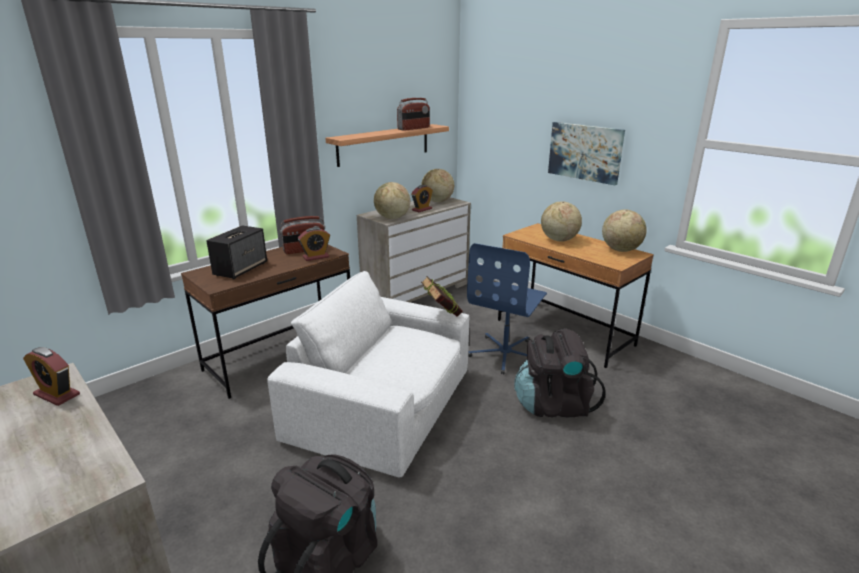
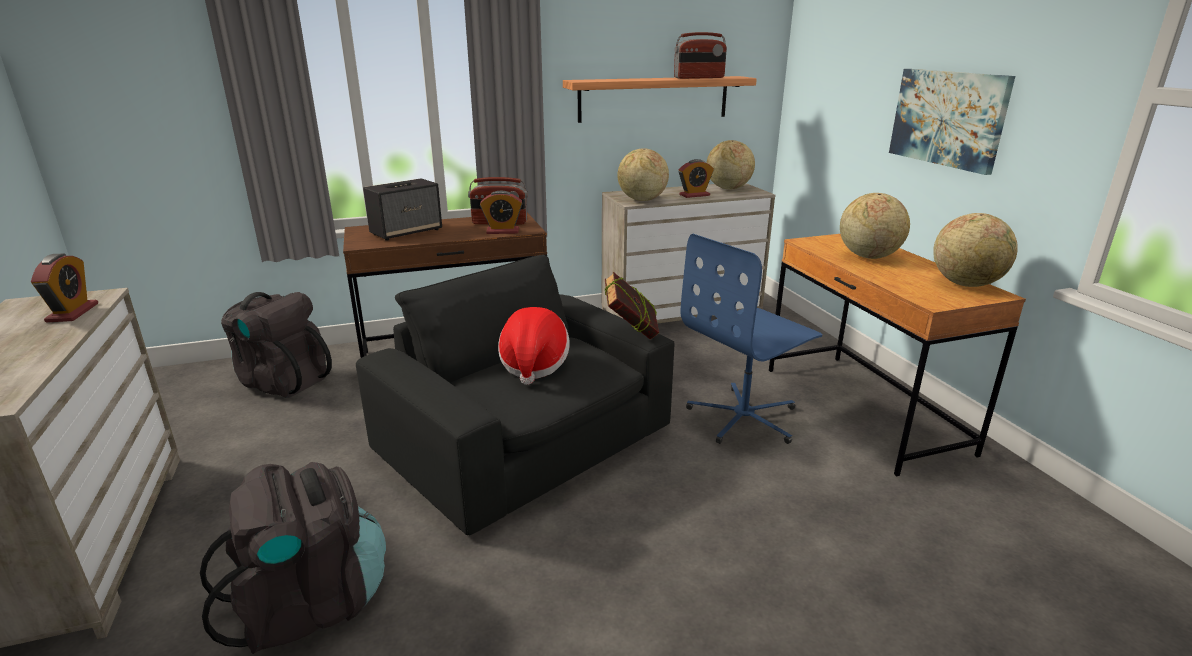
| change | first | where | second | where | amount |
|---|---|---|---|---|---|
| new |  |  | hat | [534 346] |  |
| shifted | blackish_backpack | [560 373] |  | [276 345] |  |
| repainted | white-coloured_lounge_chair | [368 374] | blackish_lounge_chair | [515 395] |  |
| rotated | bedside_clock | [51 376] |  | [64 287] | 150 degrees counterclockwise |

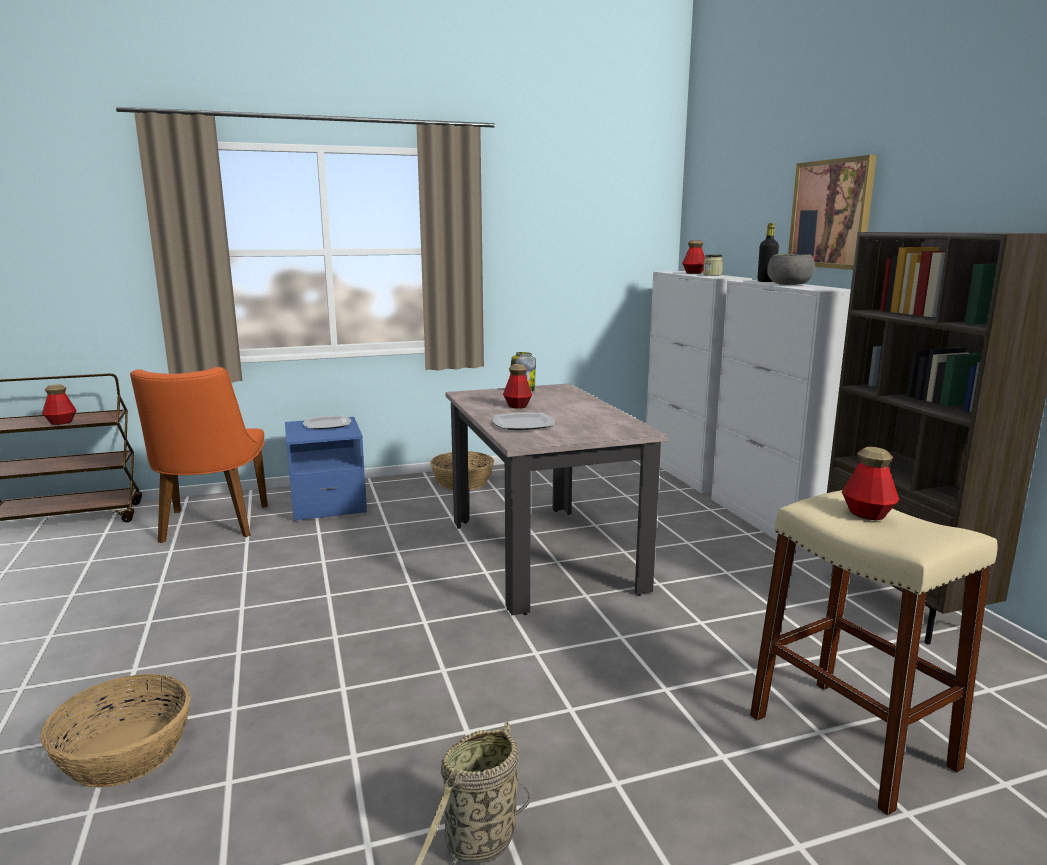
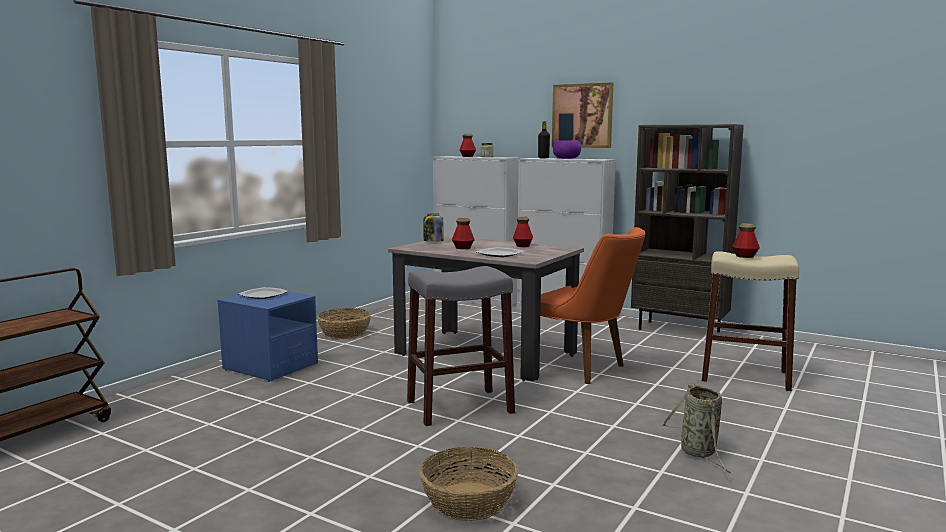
| change | first | where | second | where | amount |
|---|---|---|---|---|---|
| new |  |  | gray_stool_seat | [461 346] |  |
| shifted | beverage_bottle | [59 404] |  | [523 231] |  |
| shifted | orange_chair | [199 455] |  | [592 305] |  |
| repainted | gray_bowl | [791 269] | purple-coloured_bowl | [567 149] |  |

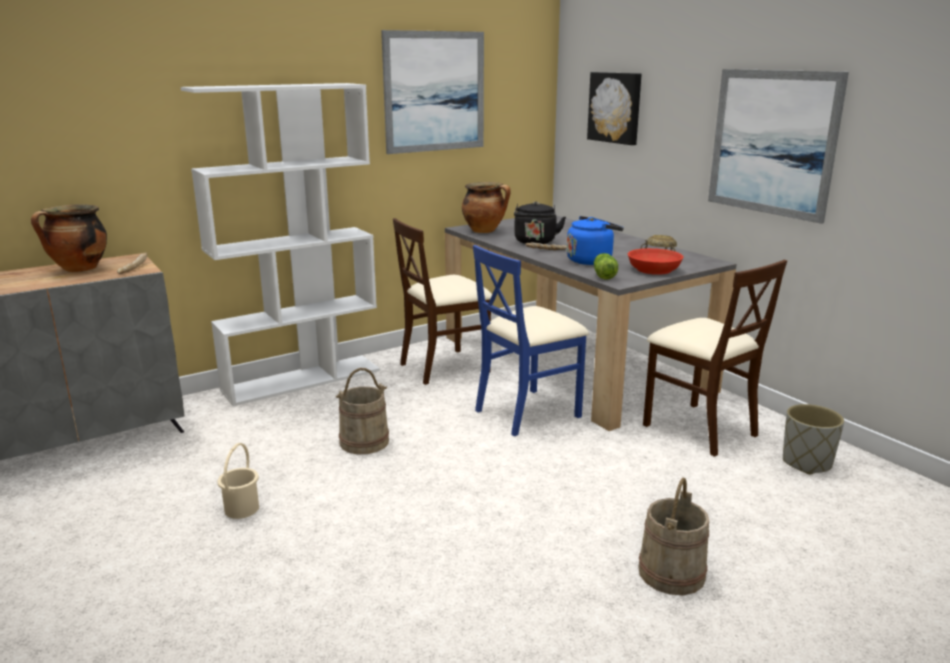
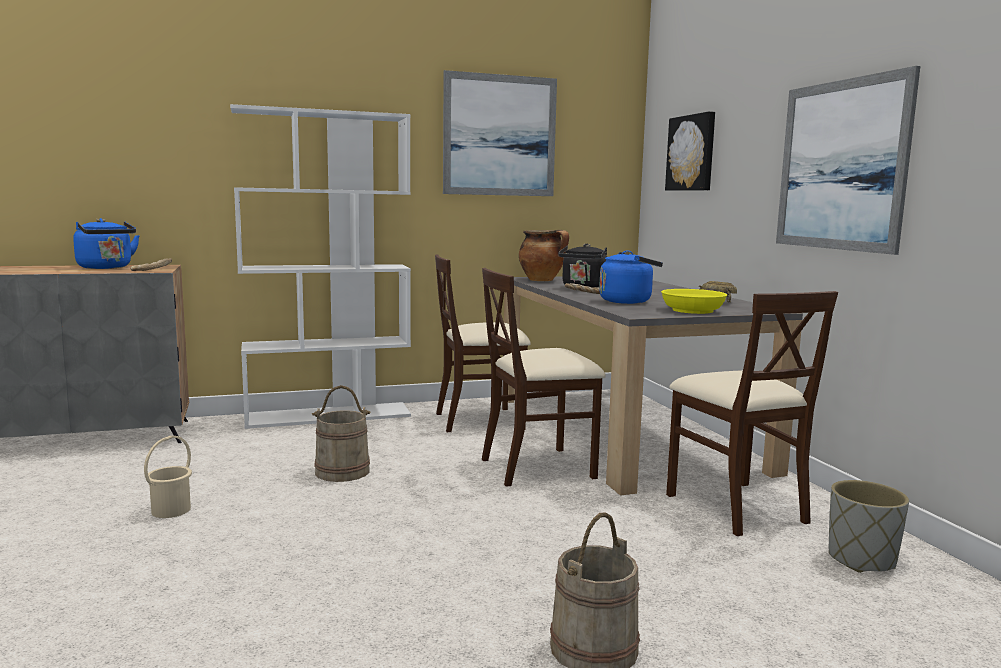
| change | first | where | second | where | amount |
|---|---|---|---|---|---|
| gone | lettuce_head | [606 266] |  |  |  |
| swapped | saucepot | [69 238] | blue-coloured_tea_kettle | [106 243] |  |
| repainted | blue-coloured_chair | [531 340] | sand-coloured_chair | [544 377] |  |
| repainted | red_bowl | [655 261] | yellow_bowl | [694 301] |  |

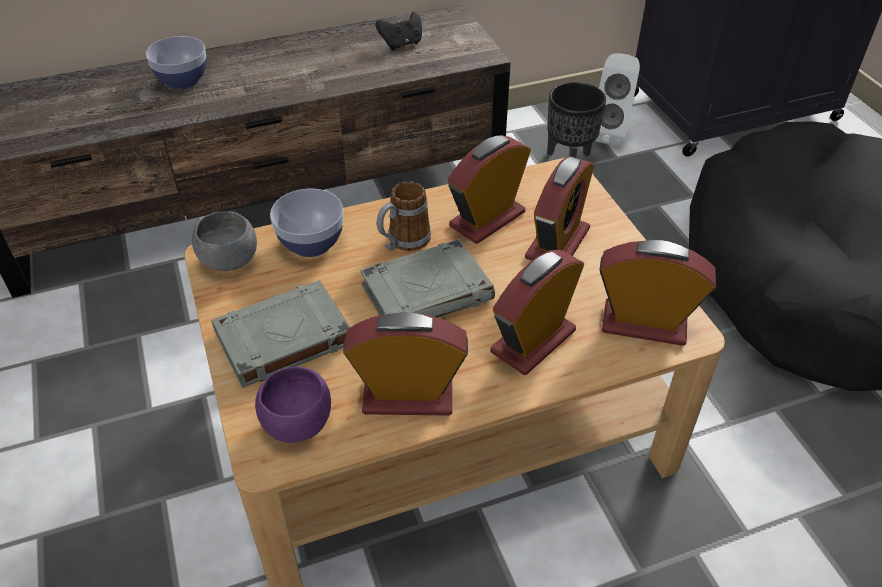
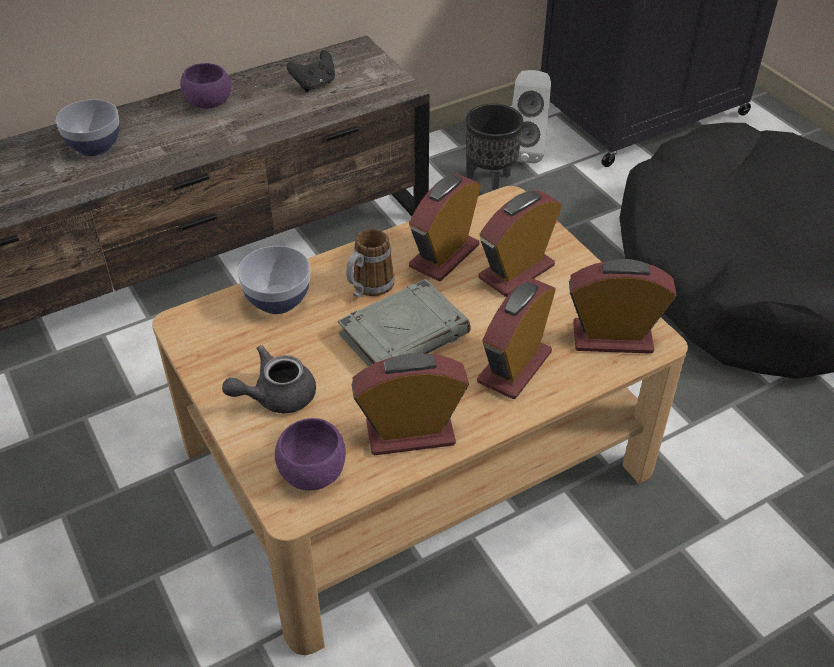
| change | first | where | second | where | amount |
|---|---|---|---|---|---|
| gone | gray_bowl | [224 241] |  |  |  |
| new |  |  | purple-coloured_bowl | [205 86] |  |
| swapped | gray_book | [281 334] | gray_teapot | [269 379] |  |
| rotated | bedside_clock | [559 208] |  | [520 243] | 150 degrees counterclockwise |

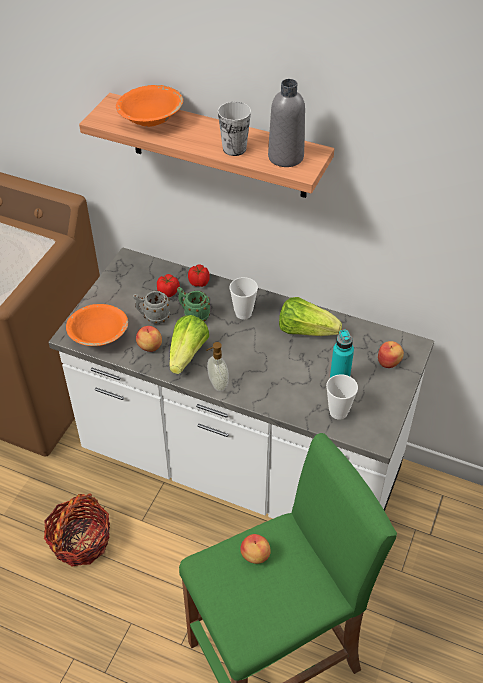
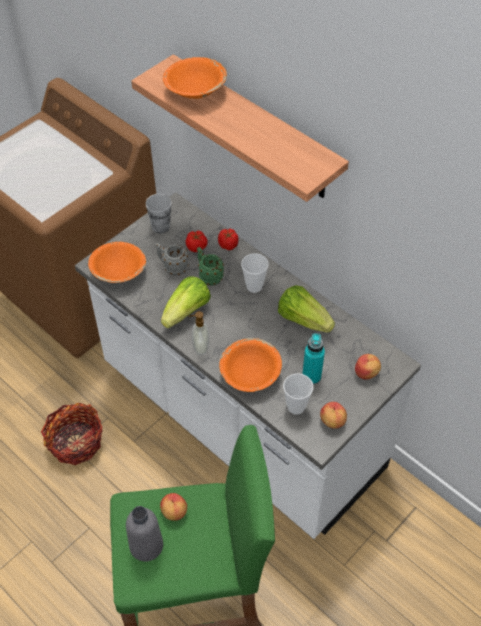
| change | first | where | second | where | amount |
|---|---|---|---|---|---|
| new |  |  | orange_bowl | [250 365] |  |
| shifted | whole_apple | [149 339] |  | [333 415] |  |
| shifted | small_cup | [234 129] |  | [158 213] |  |
| shifted | gray_beverage_bottle | [286 123] |  | [144 534] |  |

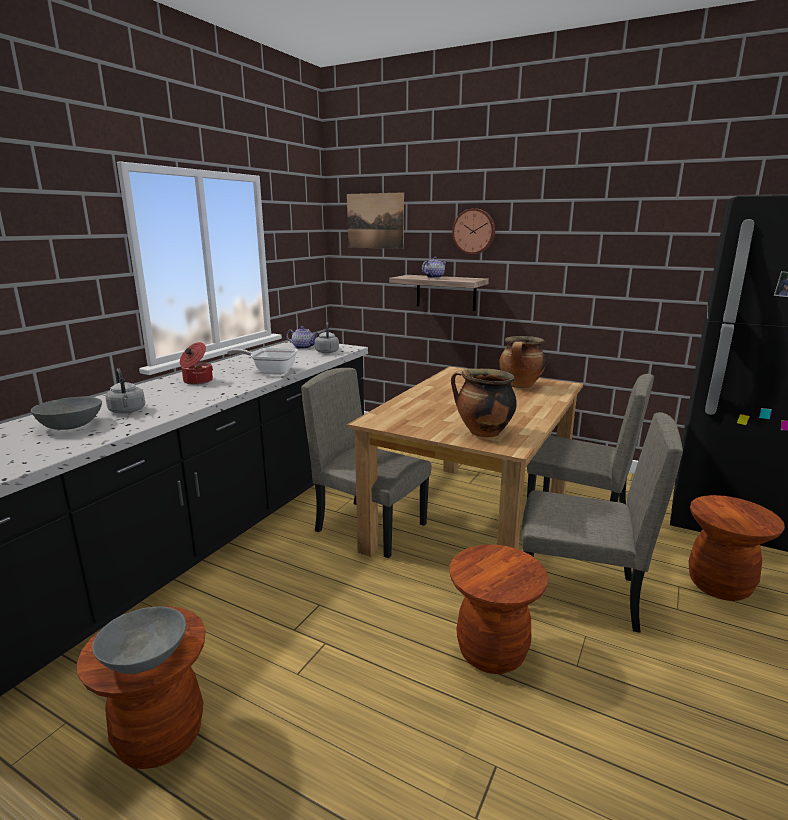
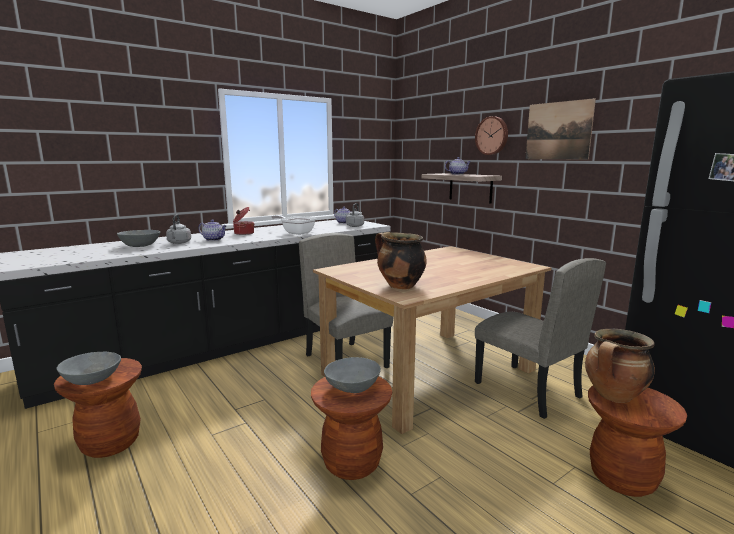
| change | first | where | second | where | amount |
|---|---|---|---|---|---|
| gone | sand-coloured_chair | [602 522] |  |  |  |
| new |  |  | teapot | [212 230] |  |
| new |  |  | gray_bowl | [352 375] |  |
| shifted | wall_art | [375 220] |  | [560 129] |  |
| shifted | saucepot | [522 362] |  | [620 366] |  |

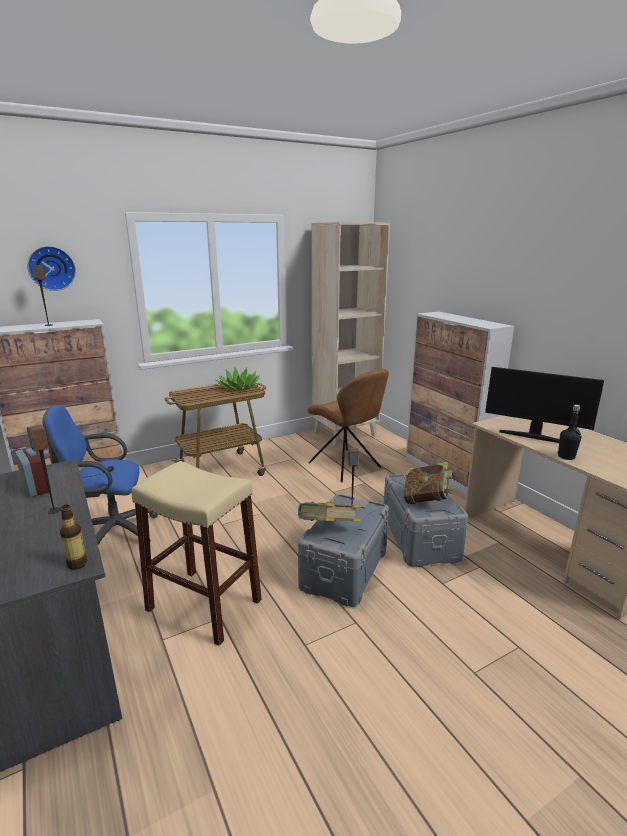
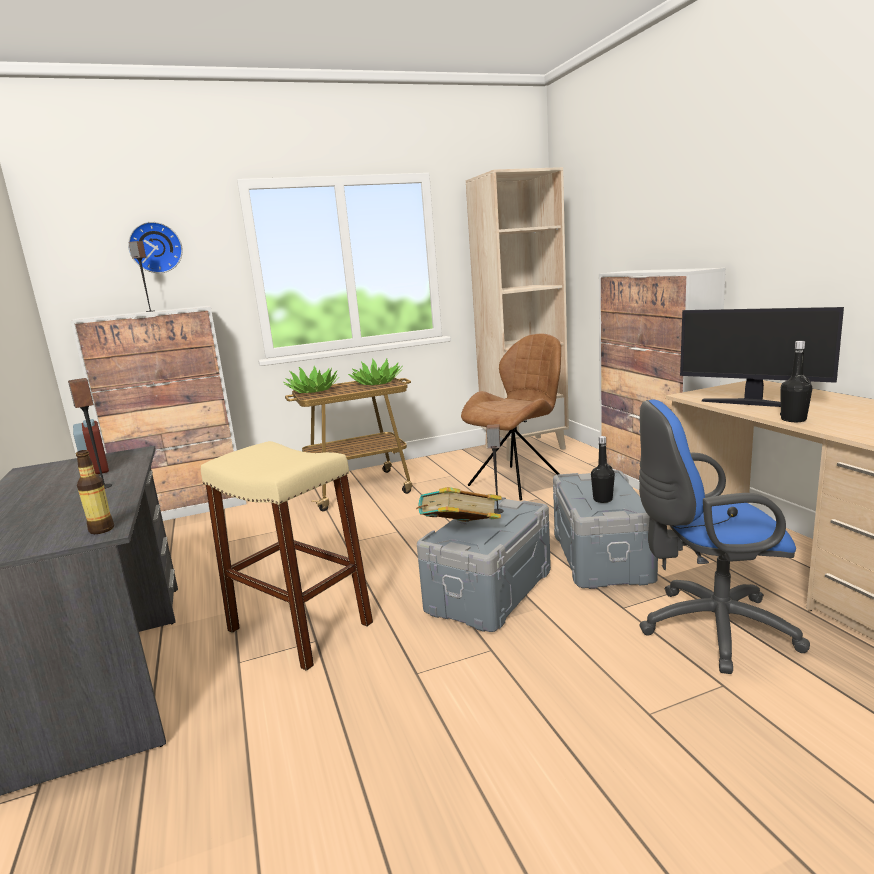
| change | first | where | second | where | amount |
|---|---|---|---|---|---|
| new |  |  | plant_in_a_pot | [311 379] |  |
| shifted | blue-coloured_computer_chair | [100 475] |  | [724 537] |  |
| swapped | book | [427 483] | blackish_beverage_bottle | [603 469] |  |
| rotated | brown_chair | [348 425] |  | [511 417] | 105 degrees counterclockwise |

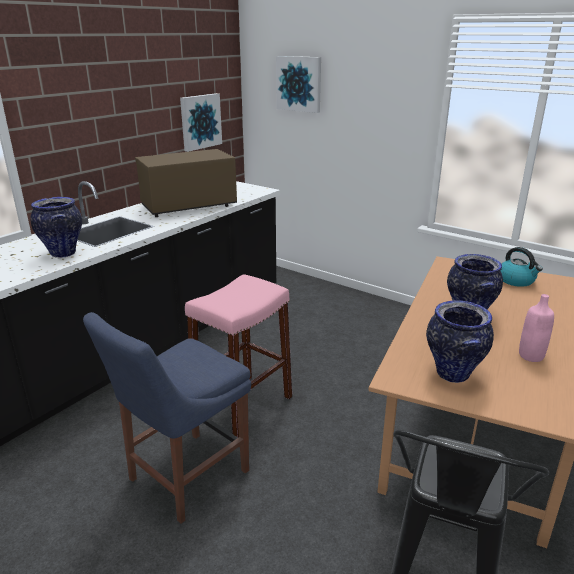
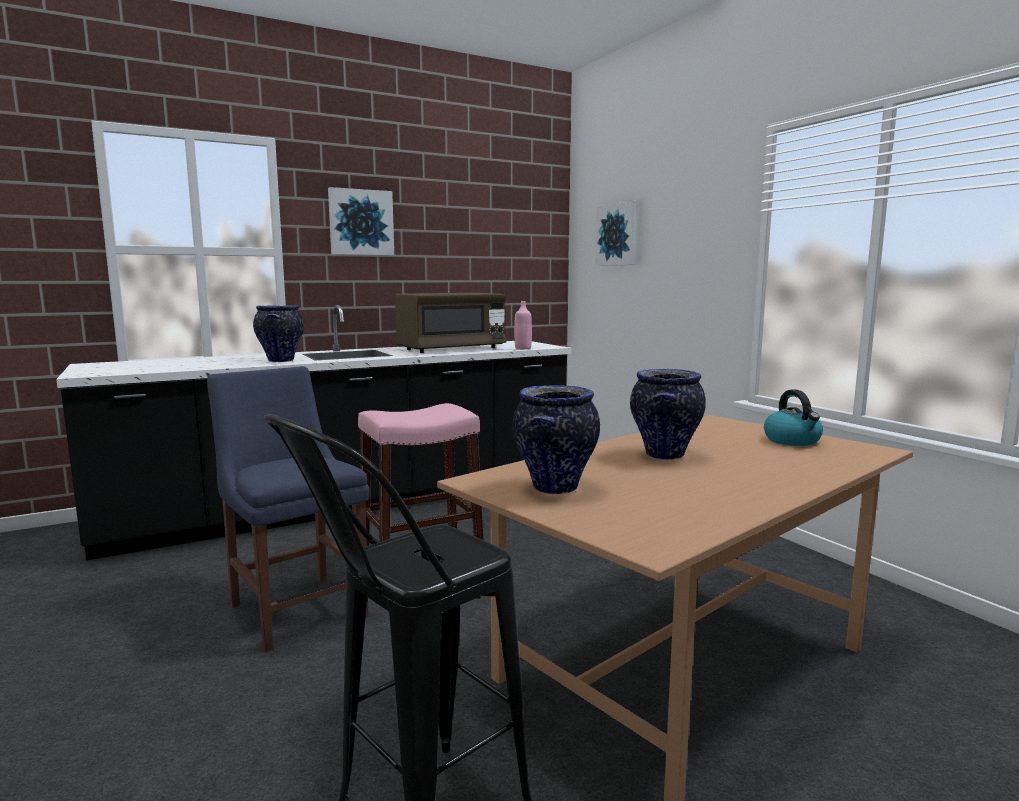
| change | first | where | second | where | amount |
|---|---|---|---|---|---|
| shifted | wall_art | [201 122] |  | [361 221] |  |
| shifted | pink_beverage_bottle | [536 328] |  | [523 325] |  |
| rotated | blue-coloured_chair | [167 418] |  | [288 509] | 75 degrees clockwise |
| rotated | brown_microwave_oven | [186 183] |  | [450 323] | 150 degrees clockwise |

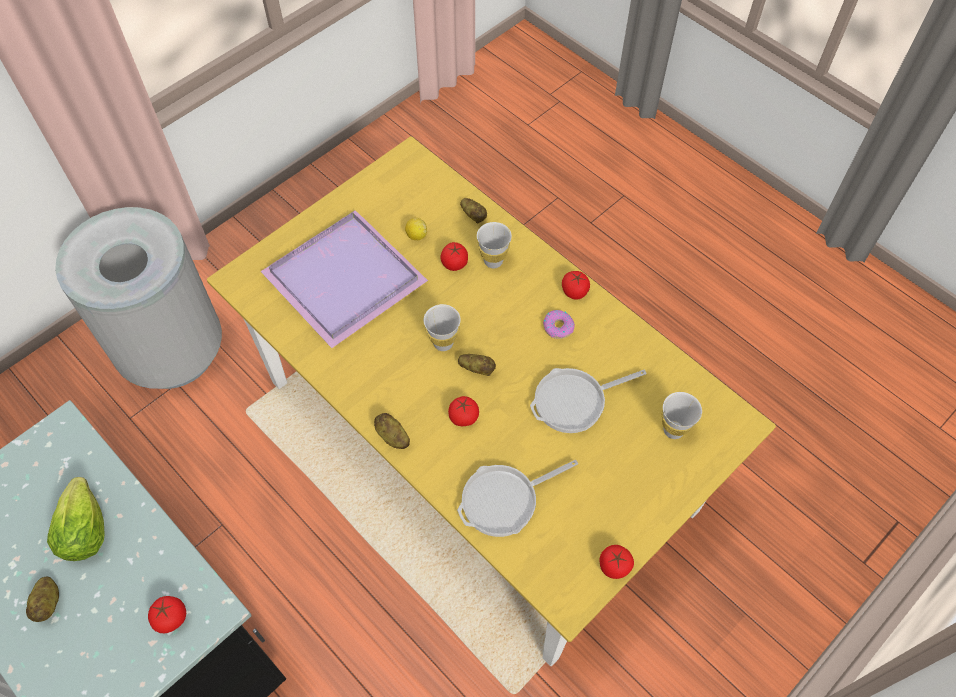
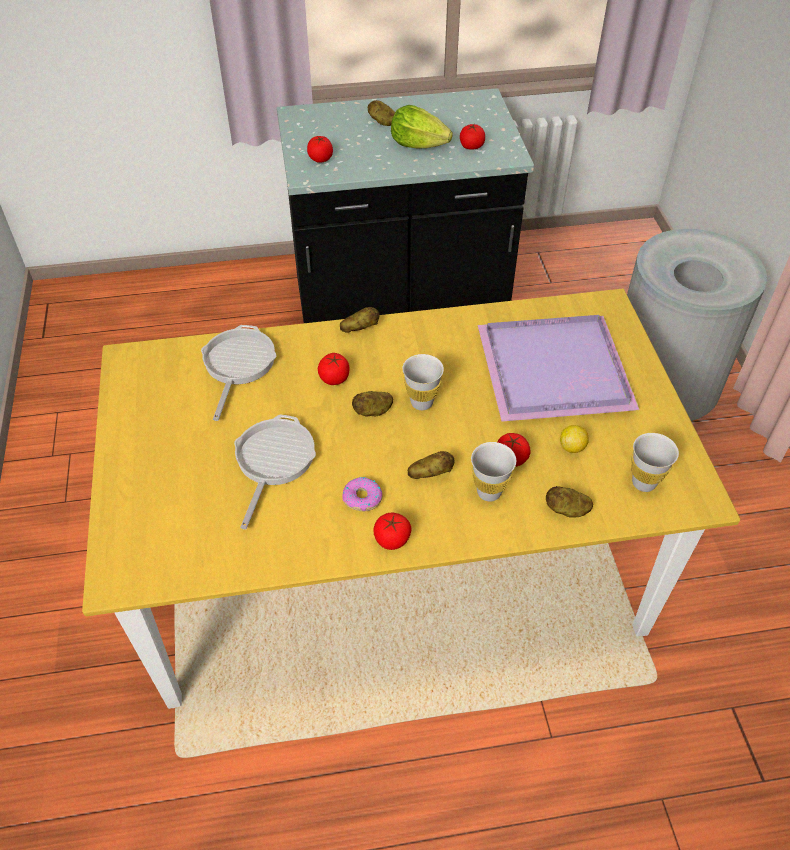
| change | first | where | second | where | amount |
|---|---|---|---|---|---|
| new |  |  | potato | [430 465] |  |
| shifted | fresh_tomato | [616 562] |  | [472 137] |  |
| shifted | white-coloured_small_cup | [682 415] |  | [655 462] |  |

